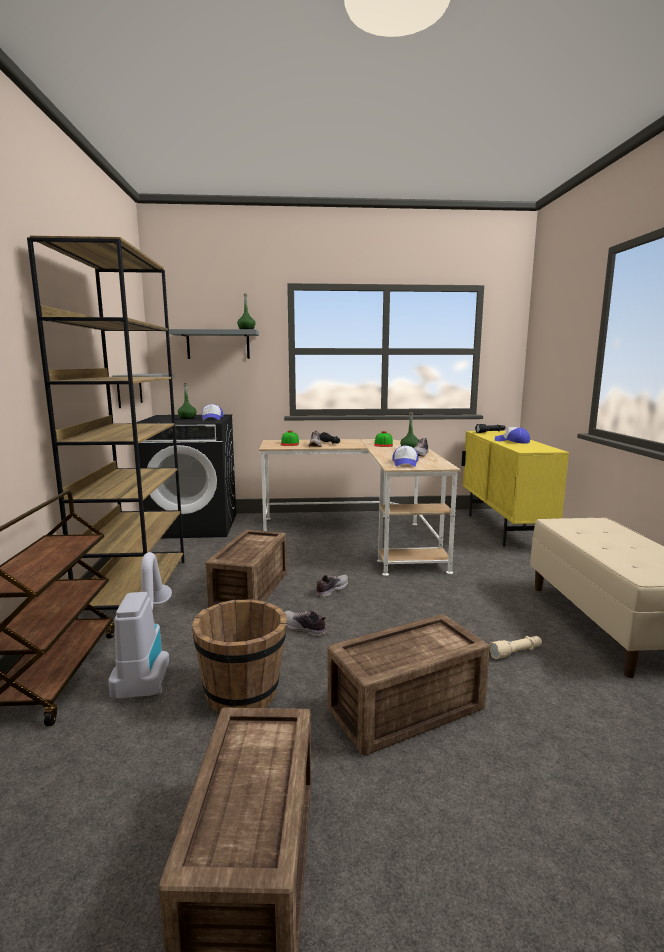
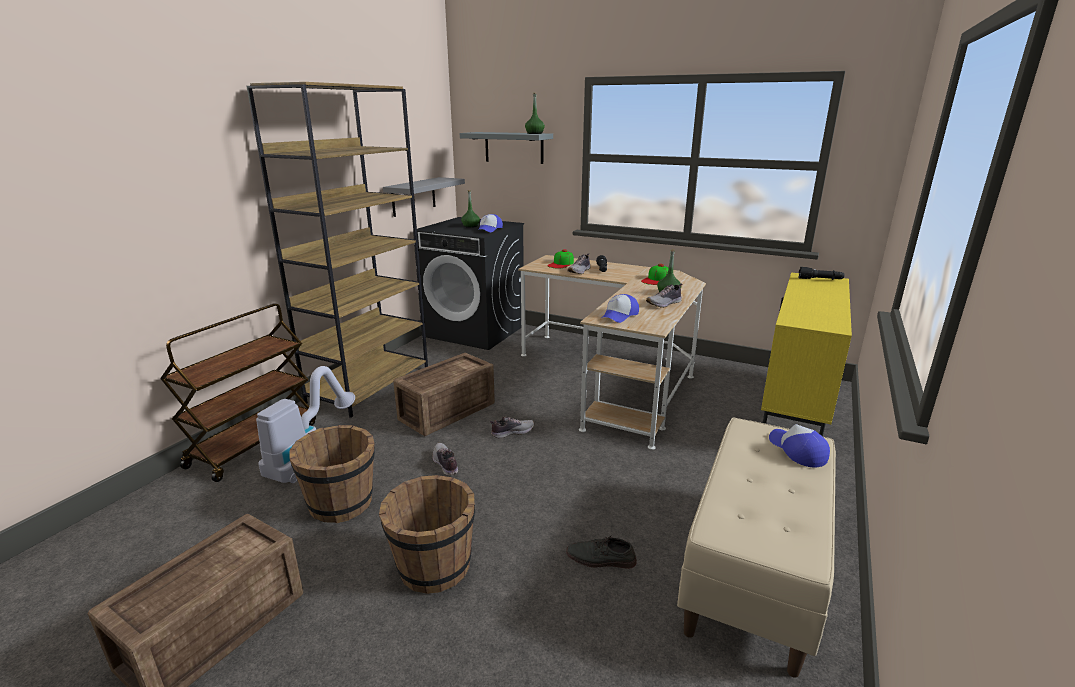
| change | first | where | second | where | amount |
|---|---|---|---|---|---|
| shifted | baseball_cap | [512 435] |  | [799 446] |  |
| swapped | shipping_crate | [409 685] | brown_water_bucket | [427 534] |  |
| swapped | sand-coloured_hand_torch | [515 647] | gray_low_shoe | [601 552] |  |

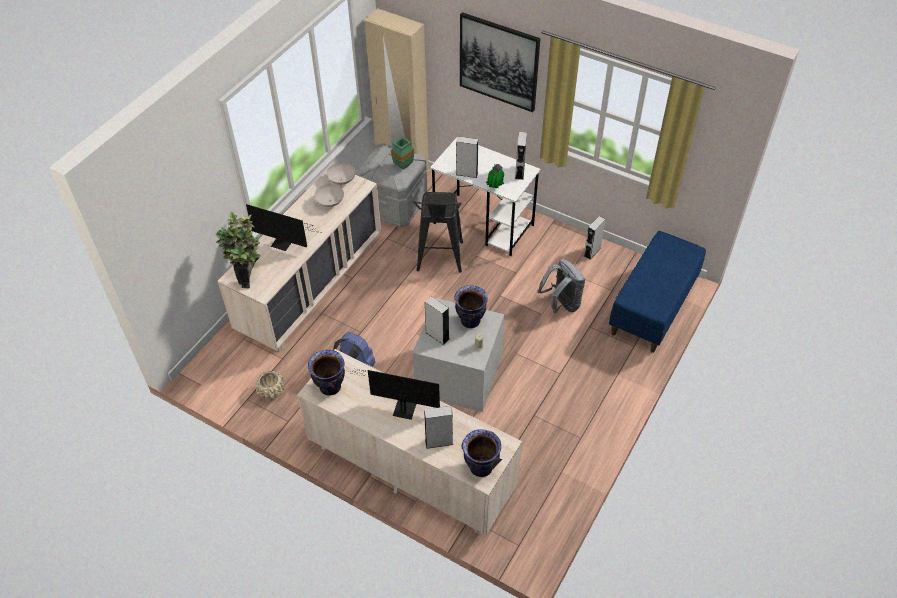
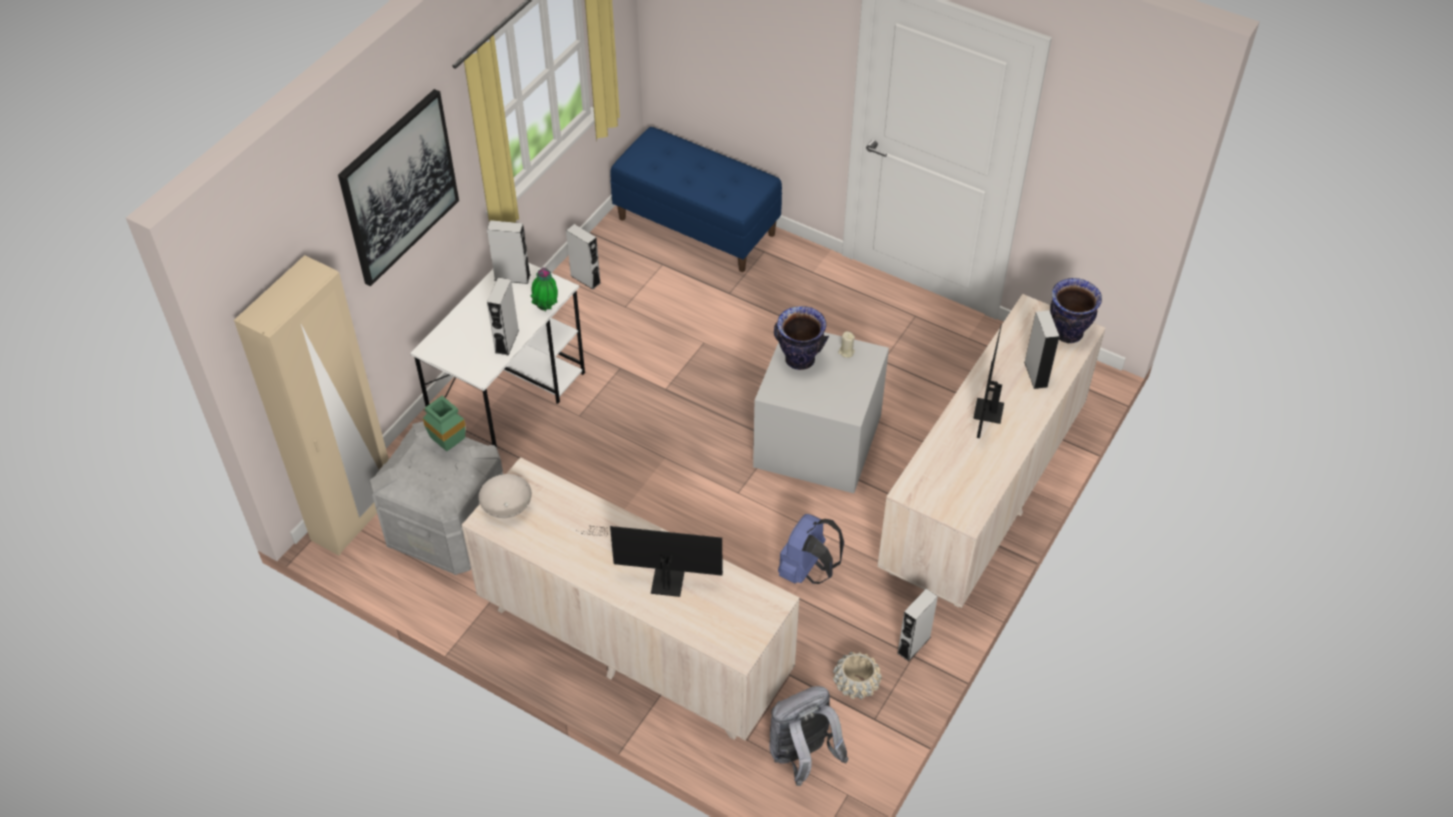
| change | first | where | second | where | amount |
|---|---|---|---|---|---|
| gone | plant_in_a_pot | [238 250] |  |  |  |
| gone | flower_vase | [326 372] |  |  |  |
| gone | white-coloured_bowl | [329 195] |  |  |  |
| gone | blackish_stool_seat | [438 232] |  |  |  |
| shifted | gray_audio_speaker | [437 320] |  | [917 625] |  |
| shifted | gray_backpack | [561 286] |  | [809 736] |  |
| rotated | monitor | [283 227] |  | [649 561] | 105 degrees counterclockwise |

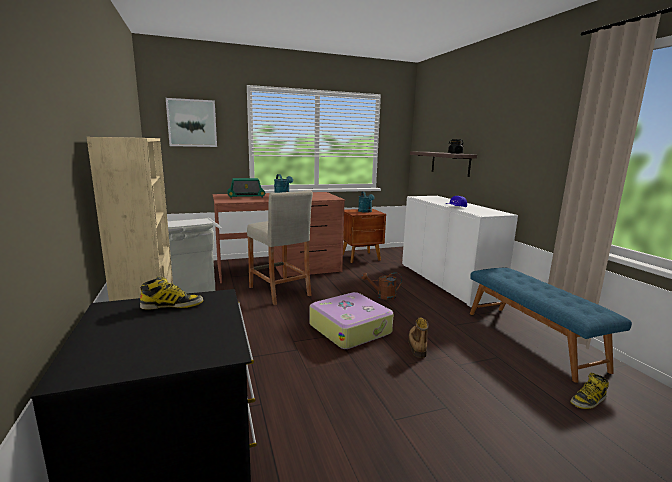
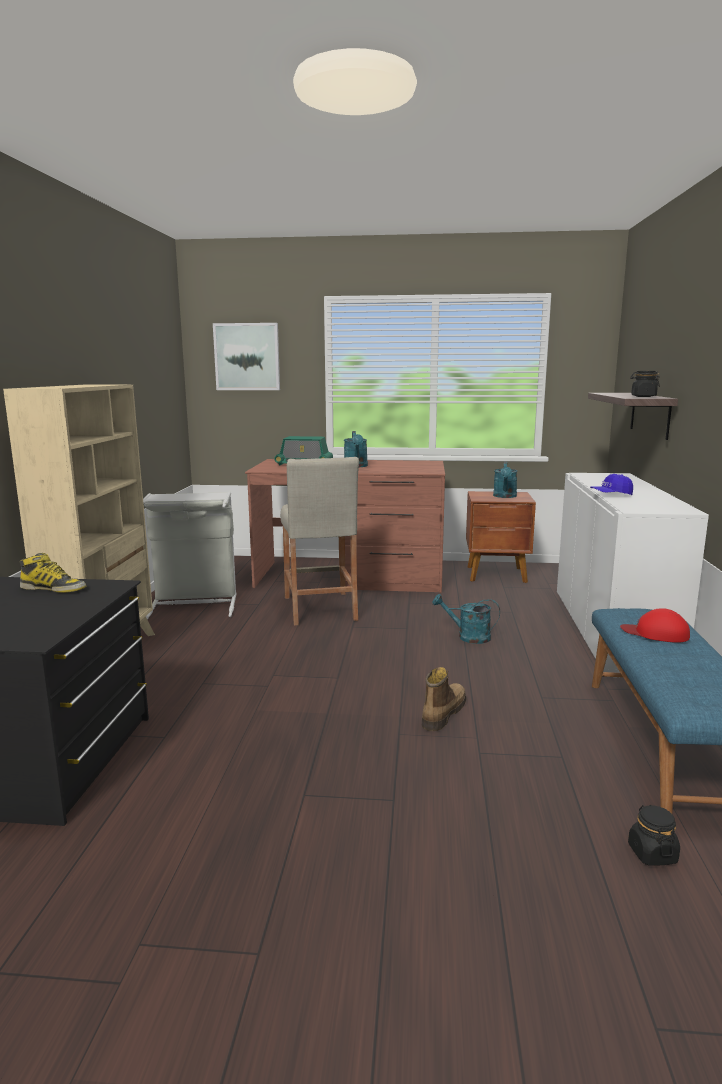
| change | first | where | second | where | amount |
|---|---|---|---|---|---|
| gone | travel_case | [351 320] |  |  |  |
| new |  |  | red_baseball_cap | [655 625] |  |
| swapped | high-top_boot | [589 391] | blackish_storage_jar | [654 835] |  |
| repainted | brown_watering_pot | [382 286] | turquoise-coloured_watering_pot | [466 619] |  |

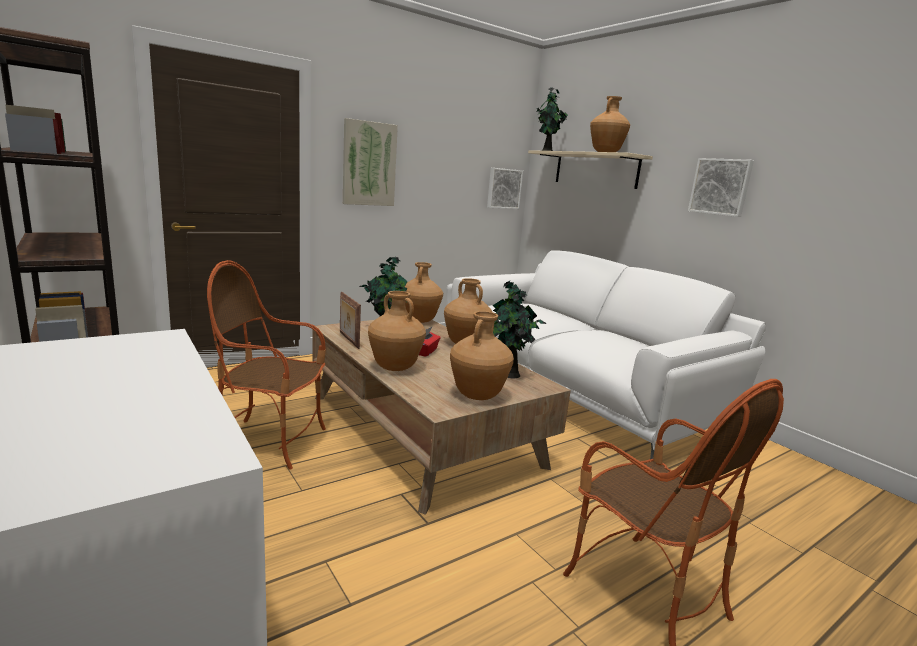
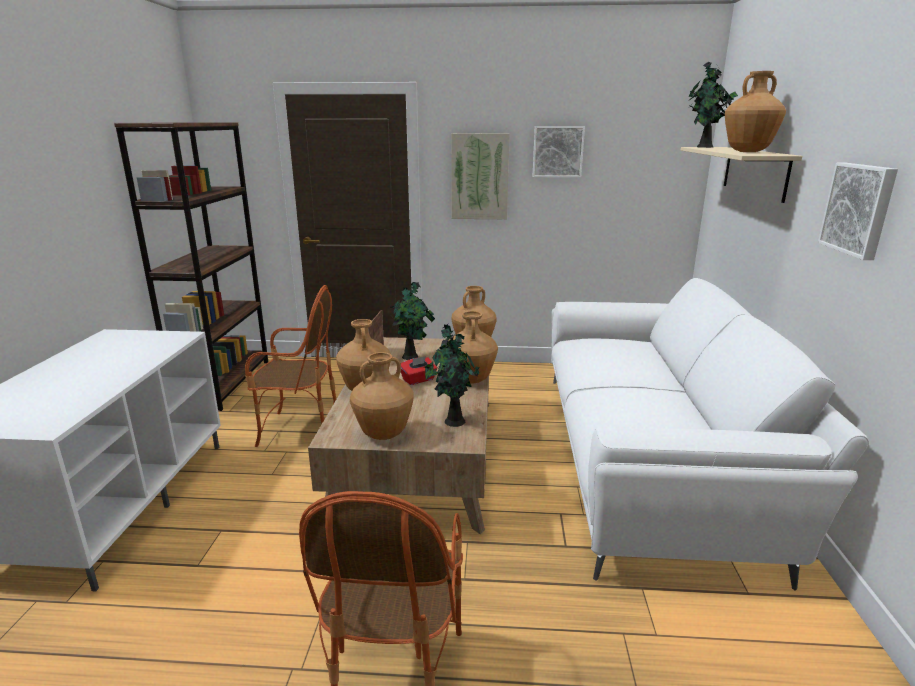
| change | first | where | second | where | amount |
|---|---|---|---|---|---|
| shifted | wall_art | [505 188] |  | [558 152] |  |
| rotated | lounge_chair | [266 365] |  | [291 366] | 135 degrees clockwise |

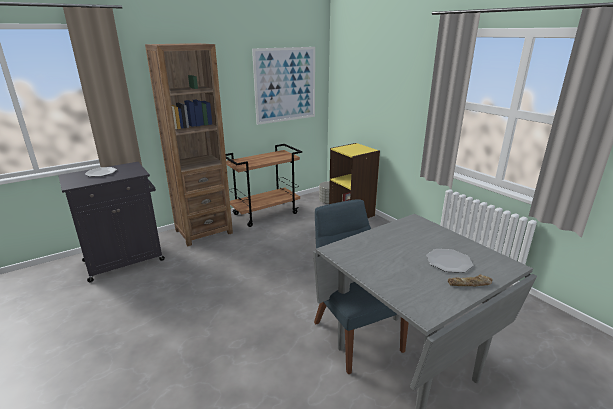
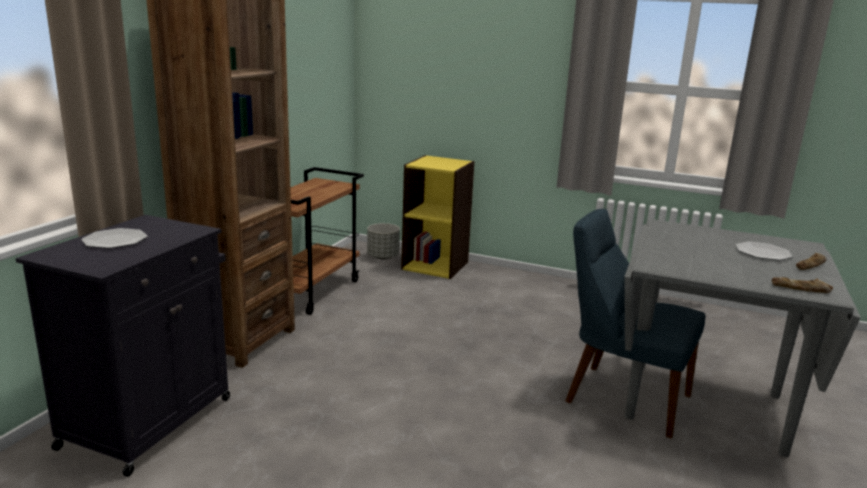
| change | first | where | second | where | amount |
|---|---|---|---|---|---|
| gone | wall_art | [283 86] |  |  |  |
| new |  |  | bakery_bread | [802 285] |  |

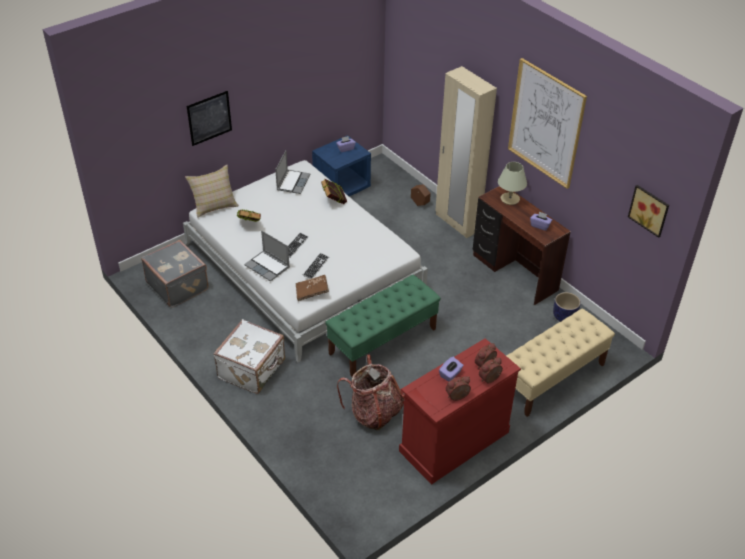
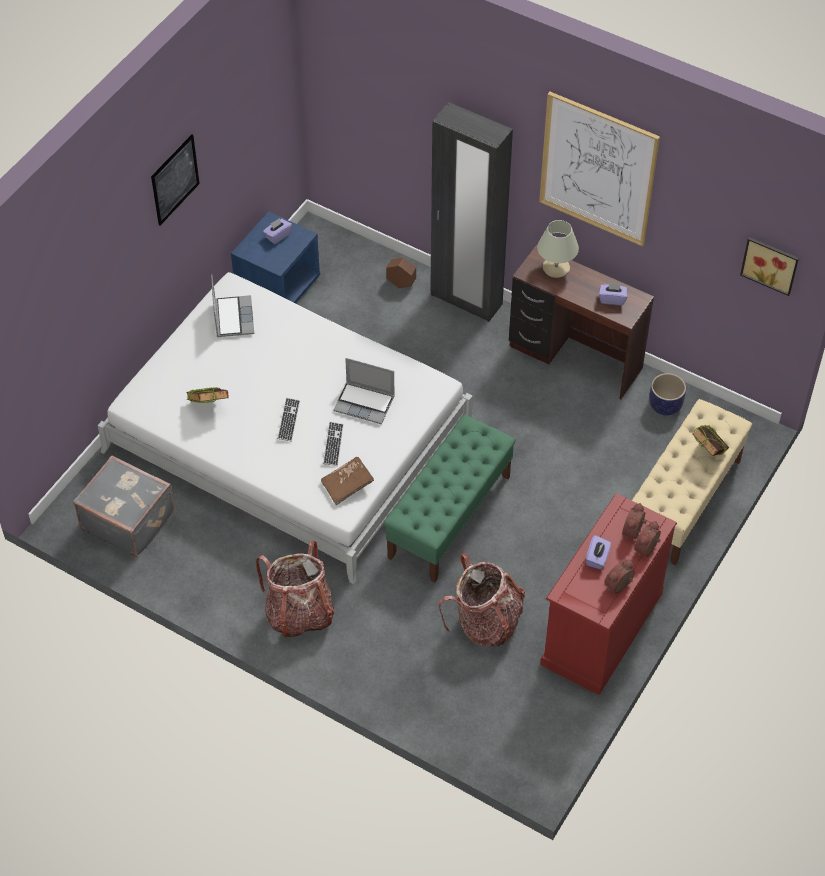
| change | first | where | second | where | amount |
|---|---|---|---|---|---|
| gone | sand-coloured_throw_pillow | [212 191] |  |  |  |
| shifted | wall_art | [209 118] |  | [175 180] |  |
| shifted | notebook_computer | [266 256] |  | [364 391] |  |
| shifted | book | [334 191] |  | [710 440] |  |
| swapped | white-coloured_travel_case | [249 356] | backpack | [295 589] |  |
| repainted | sand-coloured_armoire | [466 152] | blackish_armoire | [471 212] |  |

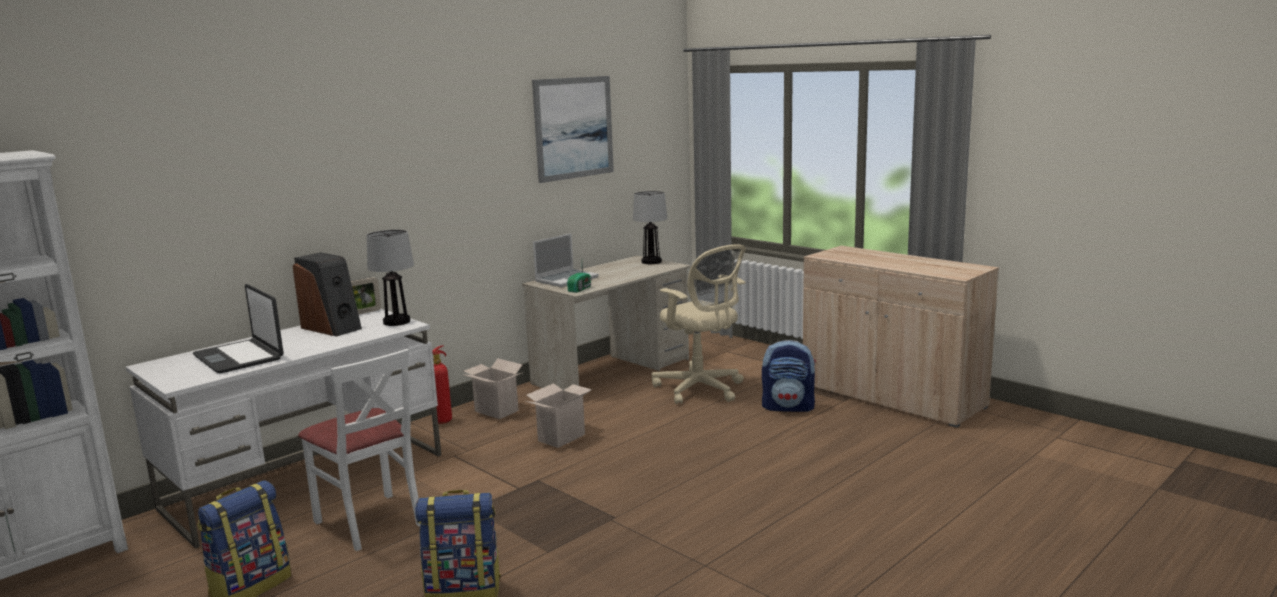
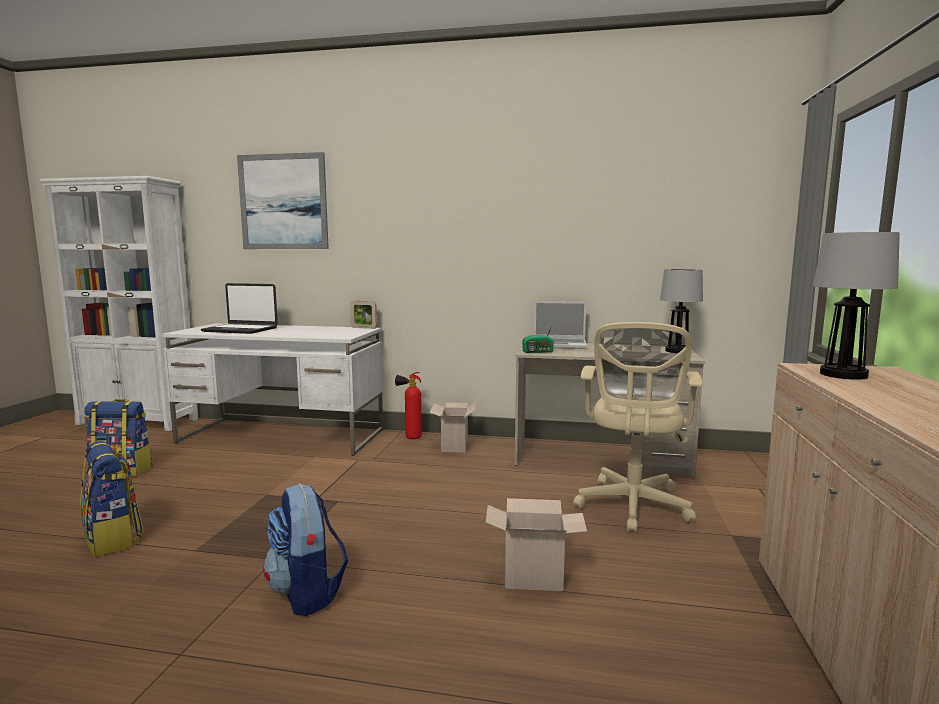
| change | first | where | second | where | amount |
|---|---|---|---|---|---|
| gone | audio_speaker | [327 294] |  |  |  |
| gone | white-coloured_chair | [359 450] |  |  |  |
| shifted | table_lamp | [390 278] |  | [856 306] |  |
| shifted | carton | [558 415] |  | [536 544] |  |
| shifted | wall_art | [573 129] |  | [283 200] |  |
| shifted | backpack | [789 376] |  | [305 550] |  |
| rotated | notebook_computer | [238 329] |  | [239 308] | 90 degrees counterclockwise |

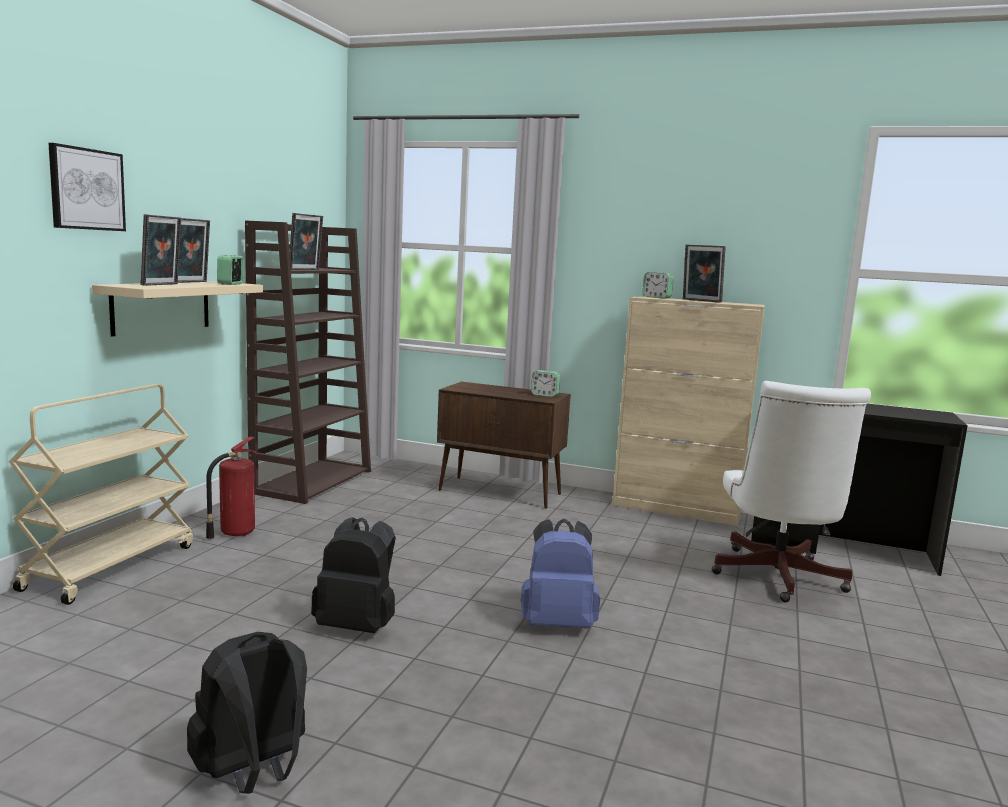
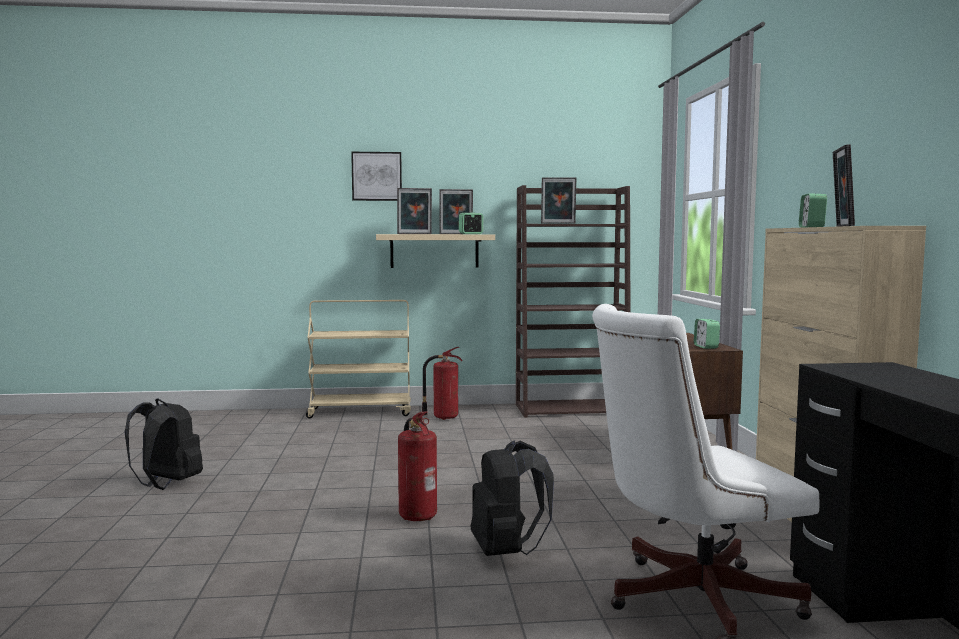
| change | first | where | second | where | amount |
|---|---|---|---|---|---|
| shifted | blackish_backpack | [353 575] |  | [512 498] |  |
| swapped | blue-coloured_backpack | [560 574] | fire-fighting_cylinder | [417 466] |  |

